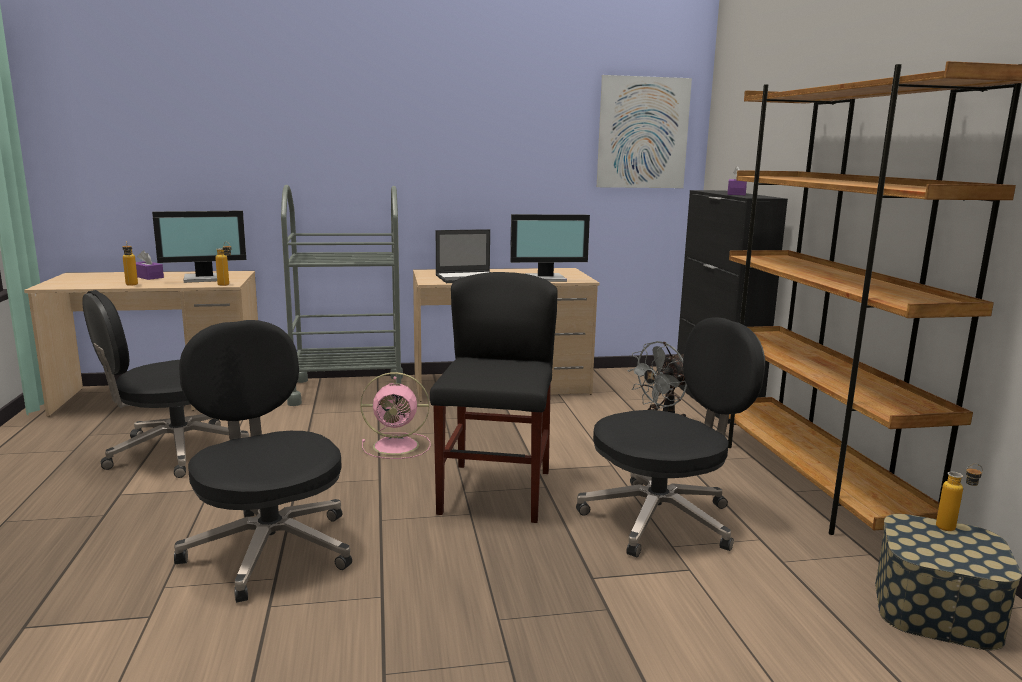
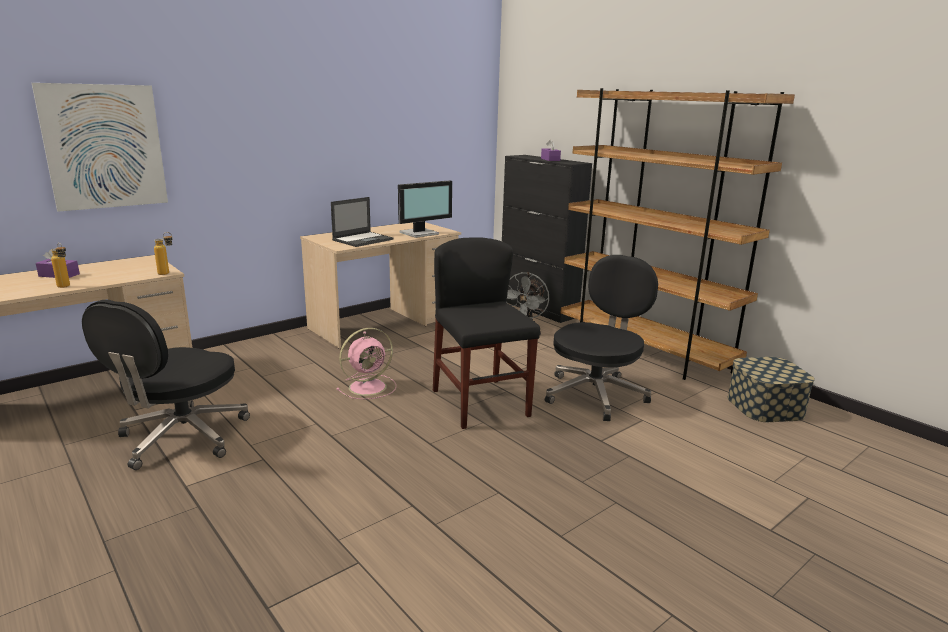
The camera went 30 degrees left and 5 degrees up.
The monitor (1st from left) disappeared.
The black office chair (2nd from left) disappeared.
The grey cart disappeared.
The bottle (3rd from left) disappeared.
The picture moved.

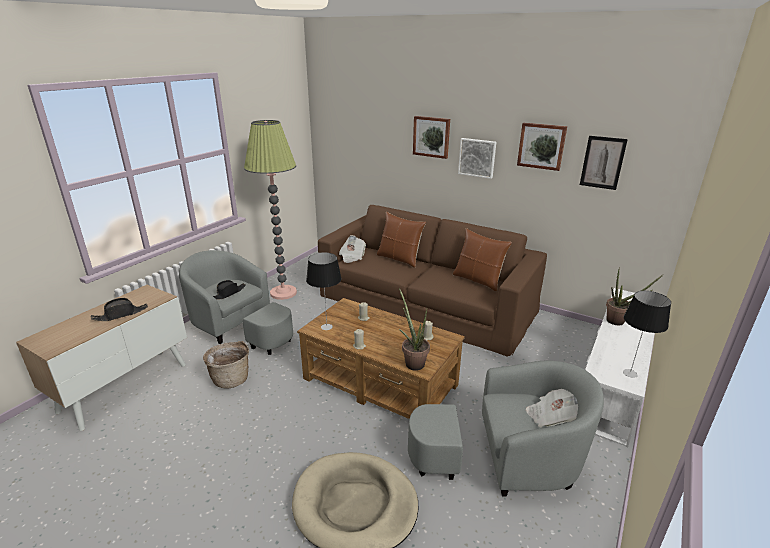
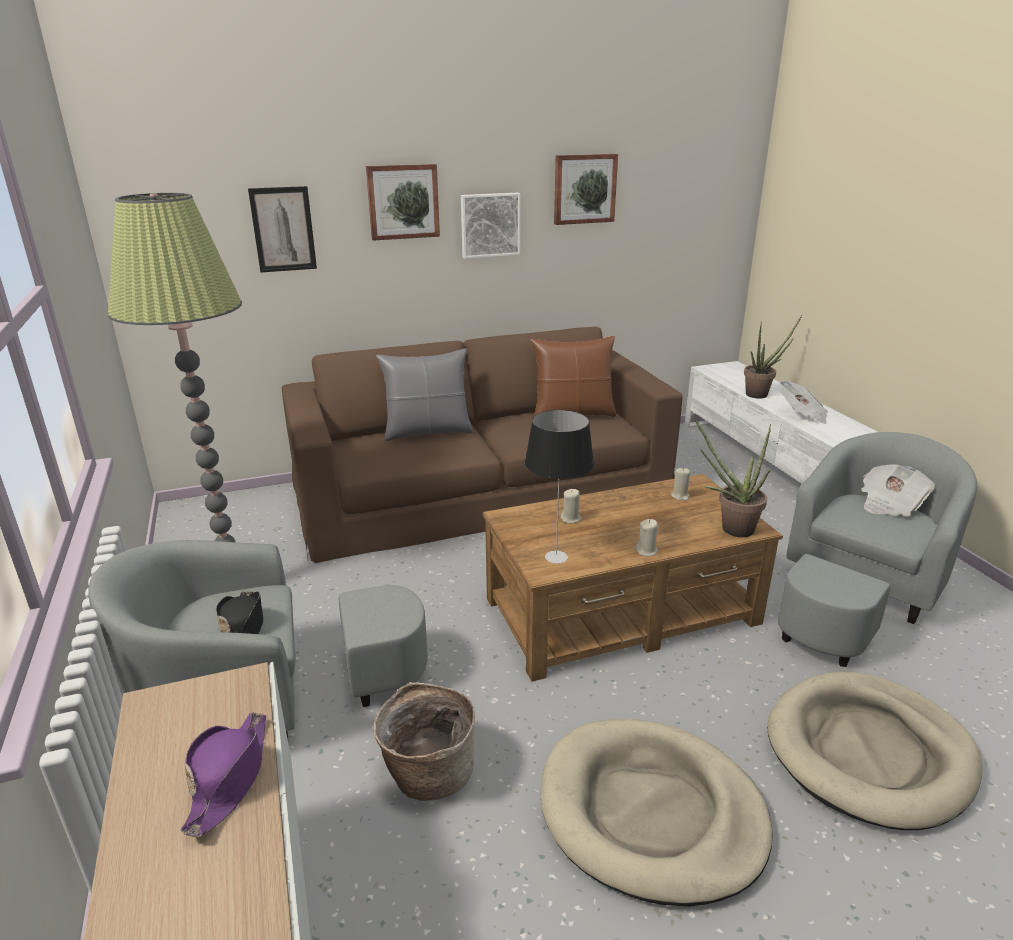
The camera went 50 degrees left and 0 degrees up.
The table lamp (2nd from left) disappeared.
The beige dog bed (1st from left) appeared.
The newspaper (1st from left) moved.
The picture (4th from left in the first image) moved.
The black hat (1st from left) became the purple hat.
The brown pillow (1st from left) became the grey pillow.

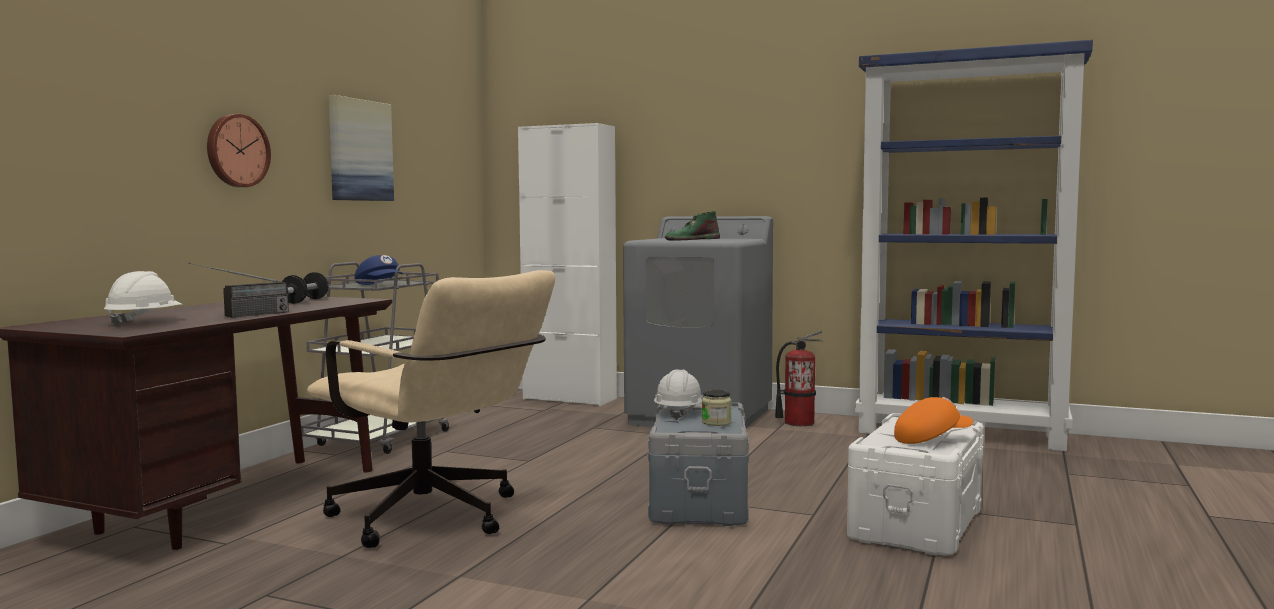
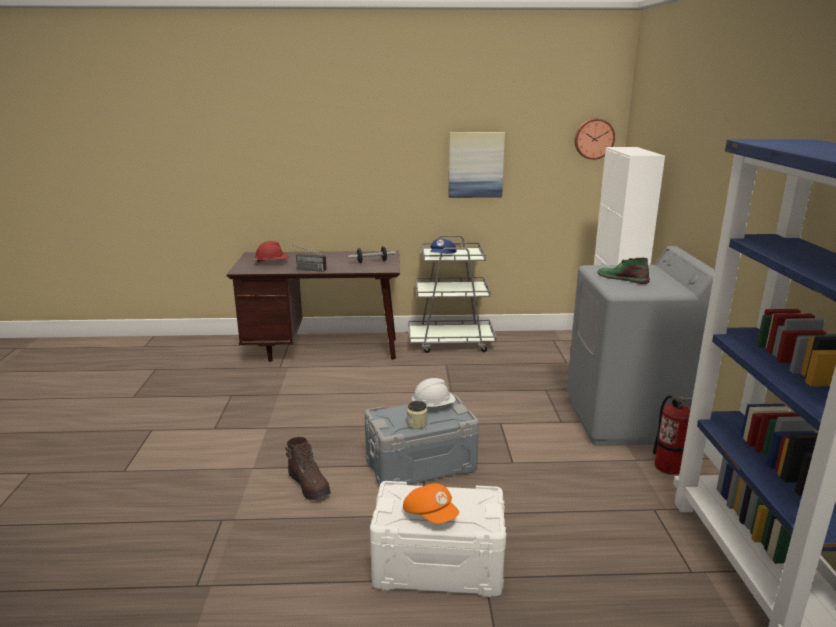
The camera went 65 degrees right and 15 degrees up.
The beige office chair disappeared.
The brown boot appeared.
The wall clock moved.
The white hard hat (1st from left) became the red hard hat.

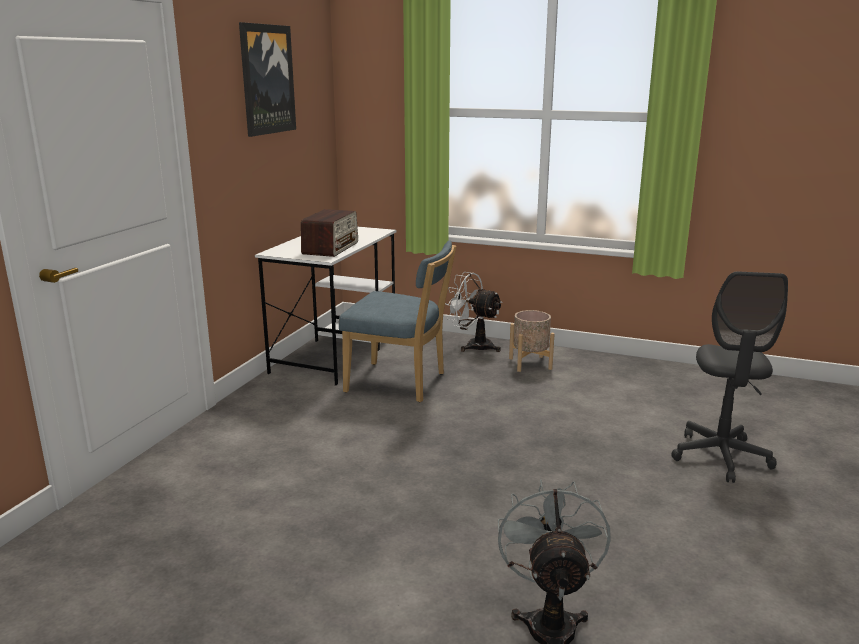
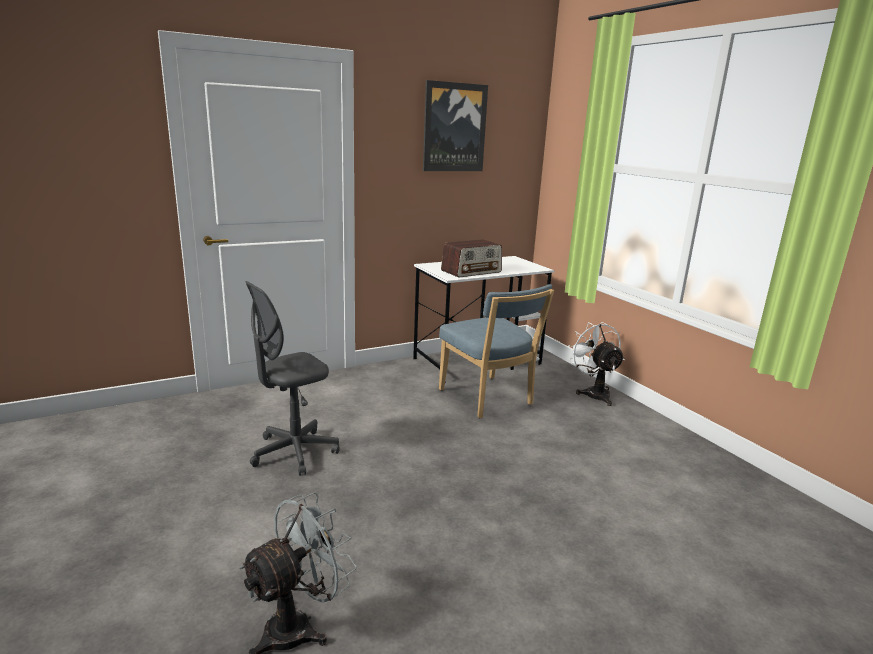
The camera went 40 degrees right and 0 degrees up.
The beige planter disappeared.
The grey office chair moved.

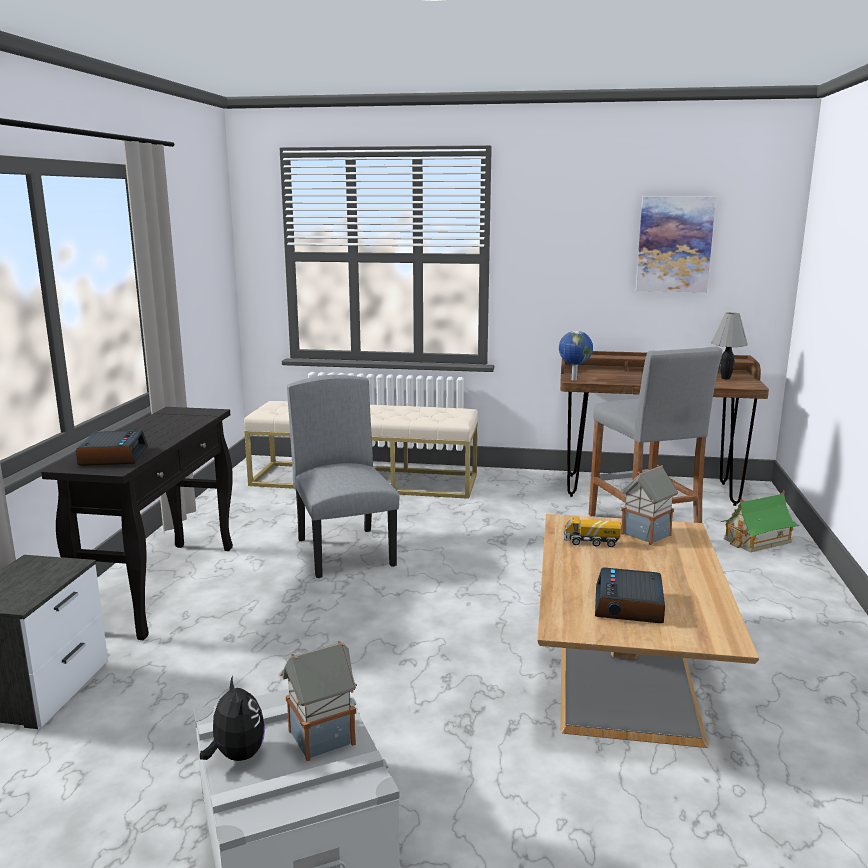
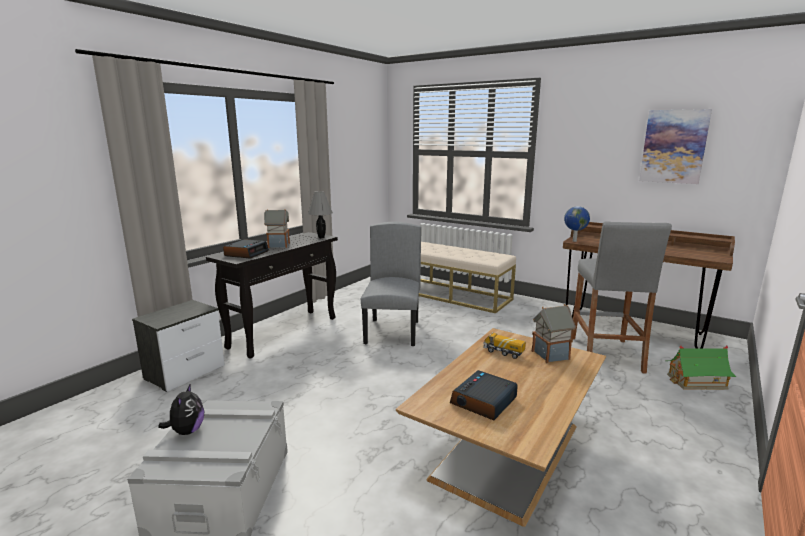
The camera went 25 degrees right and 0 degrees up.
The toy house (1st from left) moved.
The grey table lamp moved.

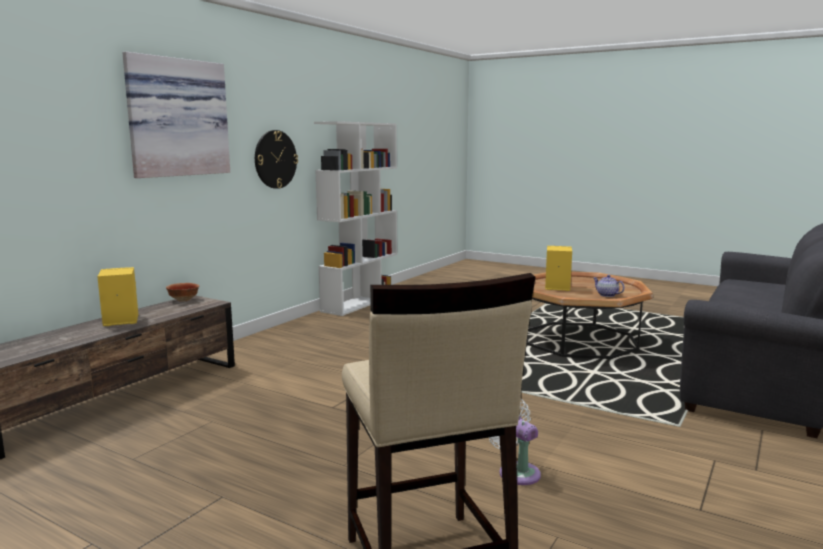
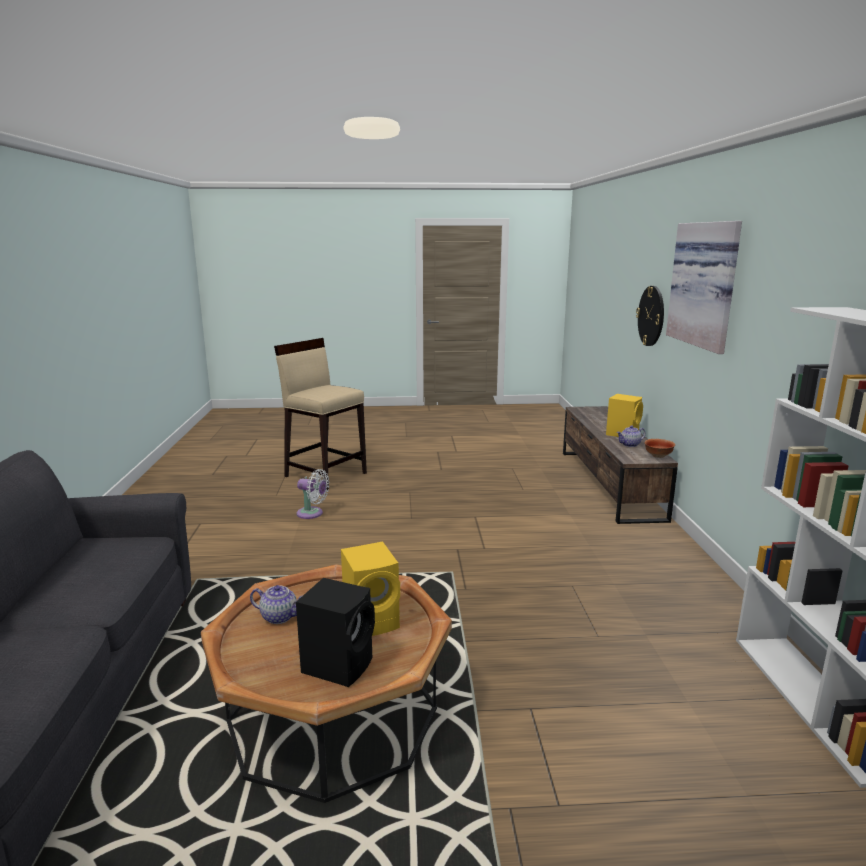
The camera went 145 degrees right and 5 degrees up.
The black speaker appeared.
The teapot (2nd from left) appeared.
The wall clock moved.

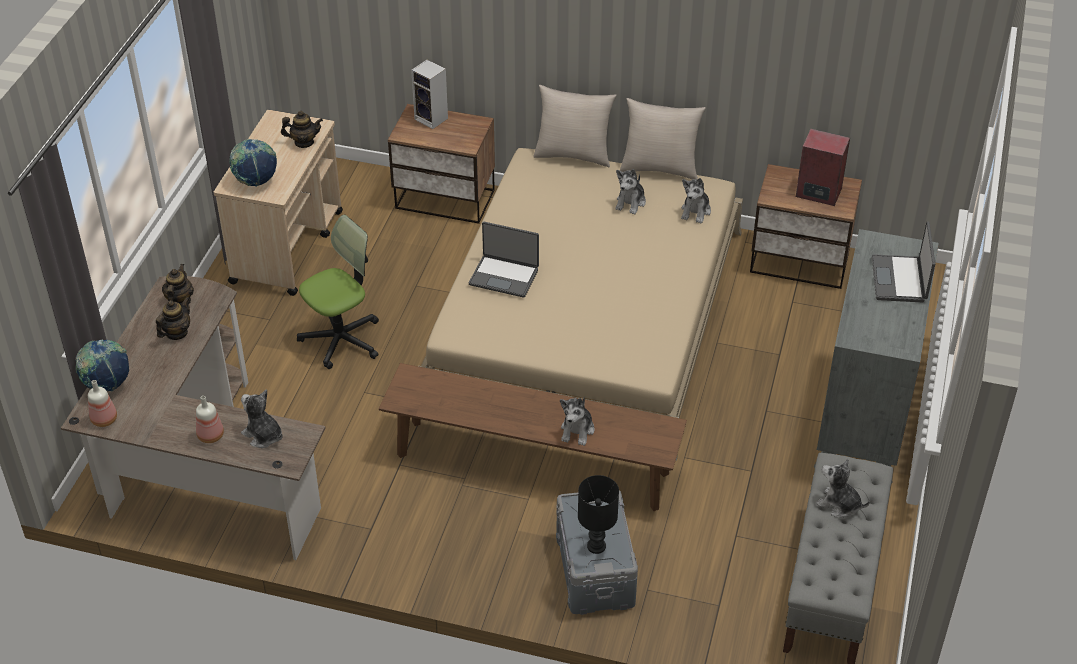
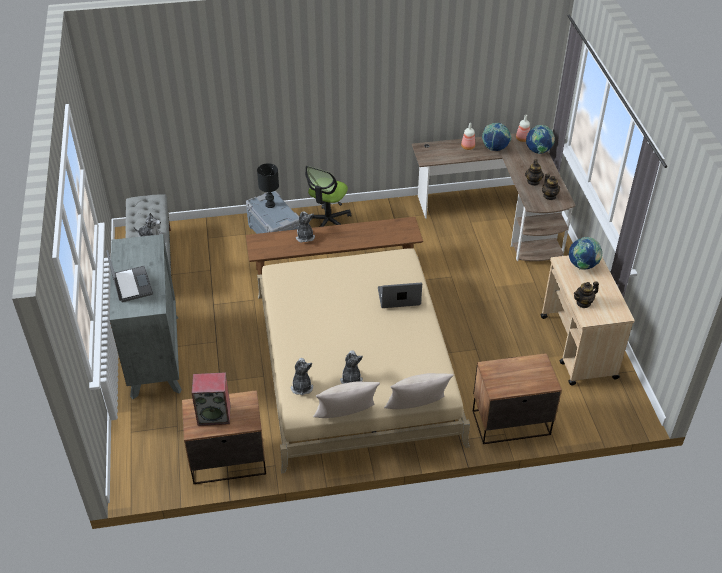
The camera went 155 degrees right and 0 degrees up.
The plush toy (1st from left) disappeared.
The speaker (1st from left) disappeared.
The globe (1st from left) appeared.
The office chair moved.

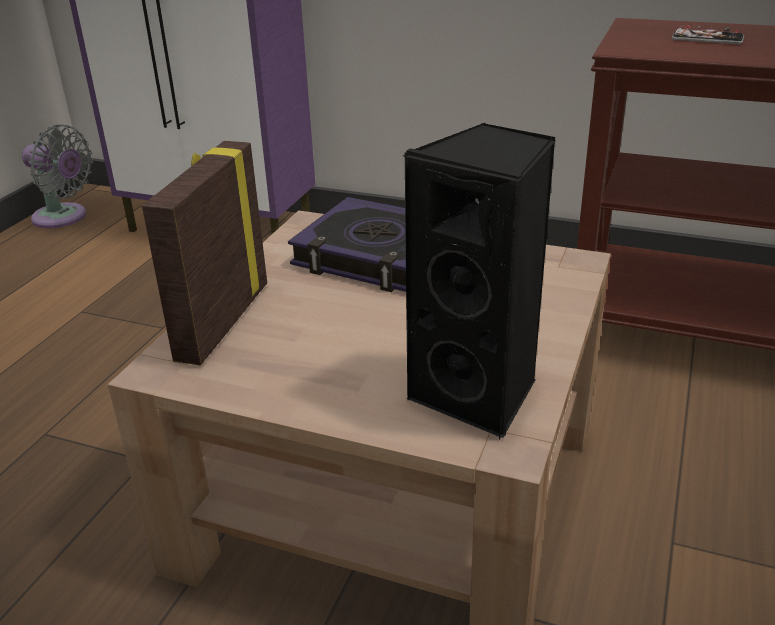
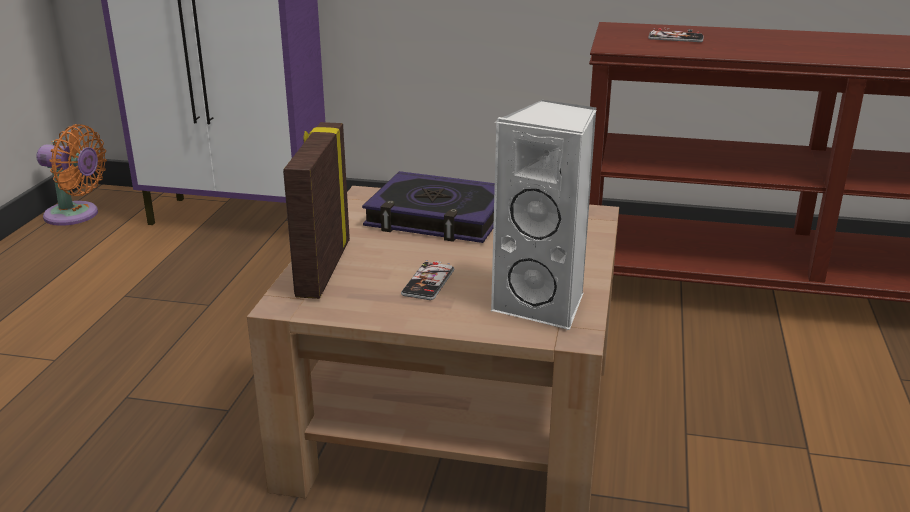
The camera went 10 degrees left and 5 degrees down.
The phone (1st from left) appeared.
The grey fan became the orange fan.
The black speaker became the white speaker.

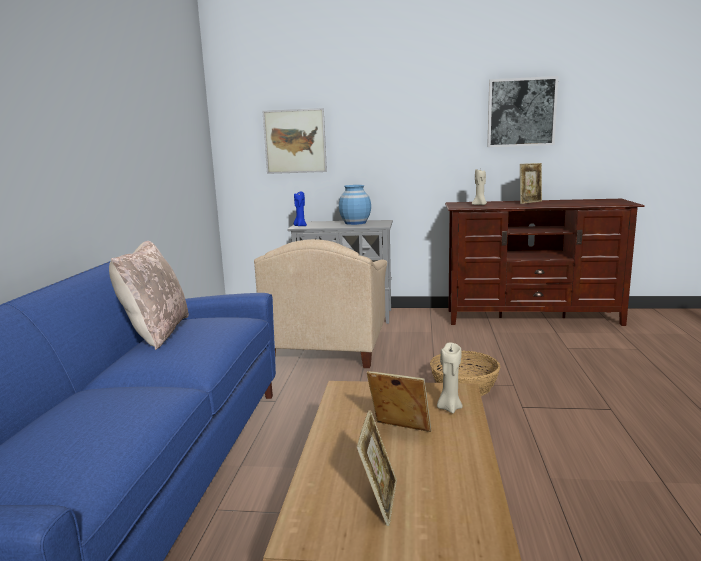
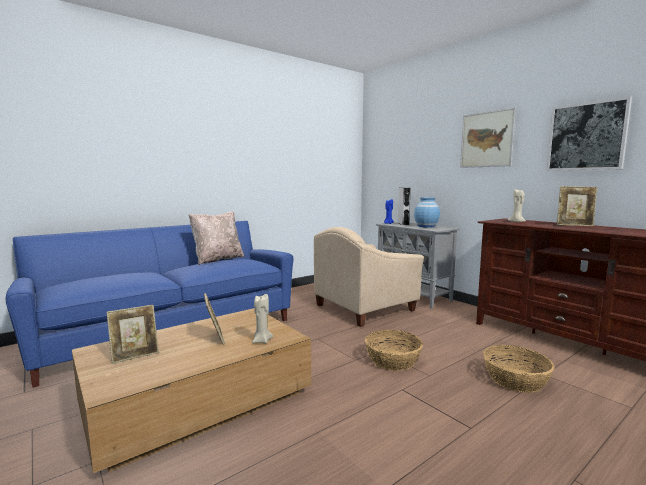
The camera went 45 degrees right and 5 degrees down.
The grey speaker appeared.
The basket (2nd from left) appeared.
The picture (1st from left) moved.

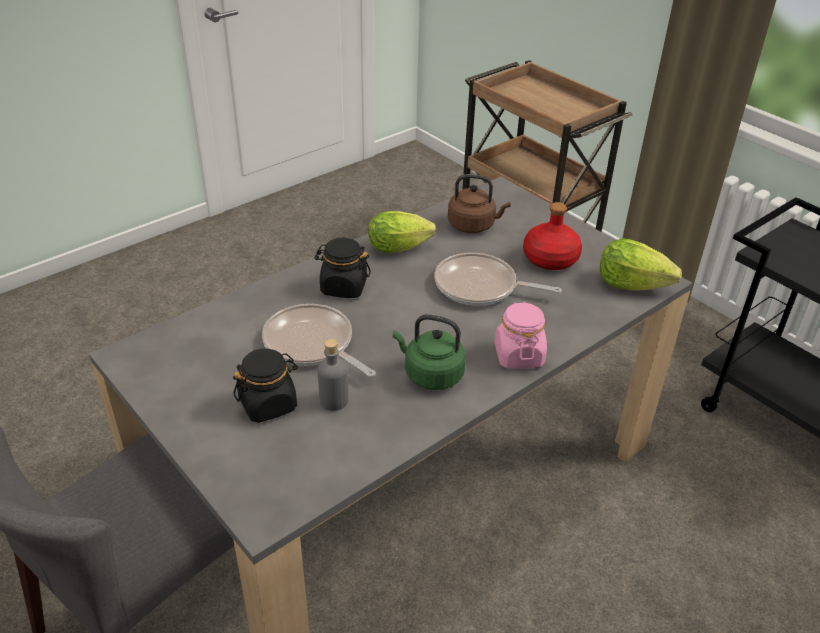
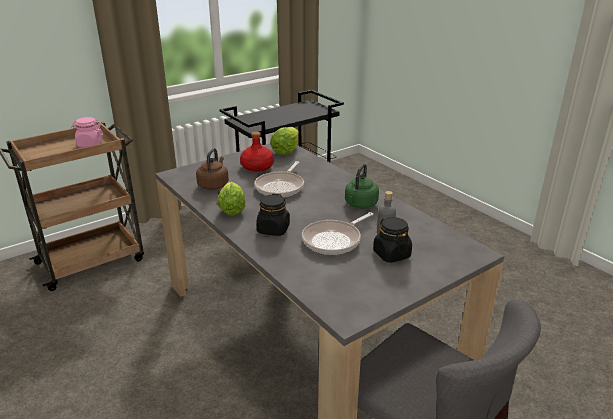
The camera went 85 degrees left and 10 degrees down.
The pink jar moved.

